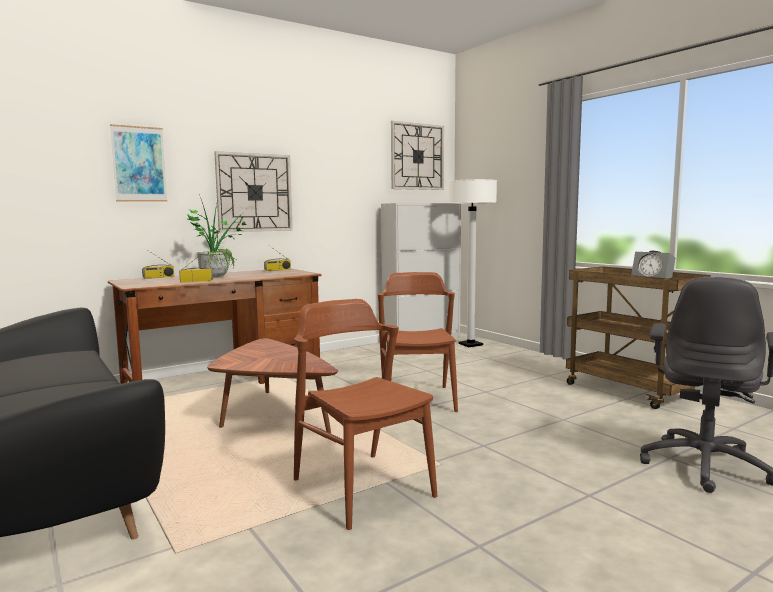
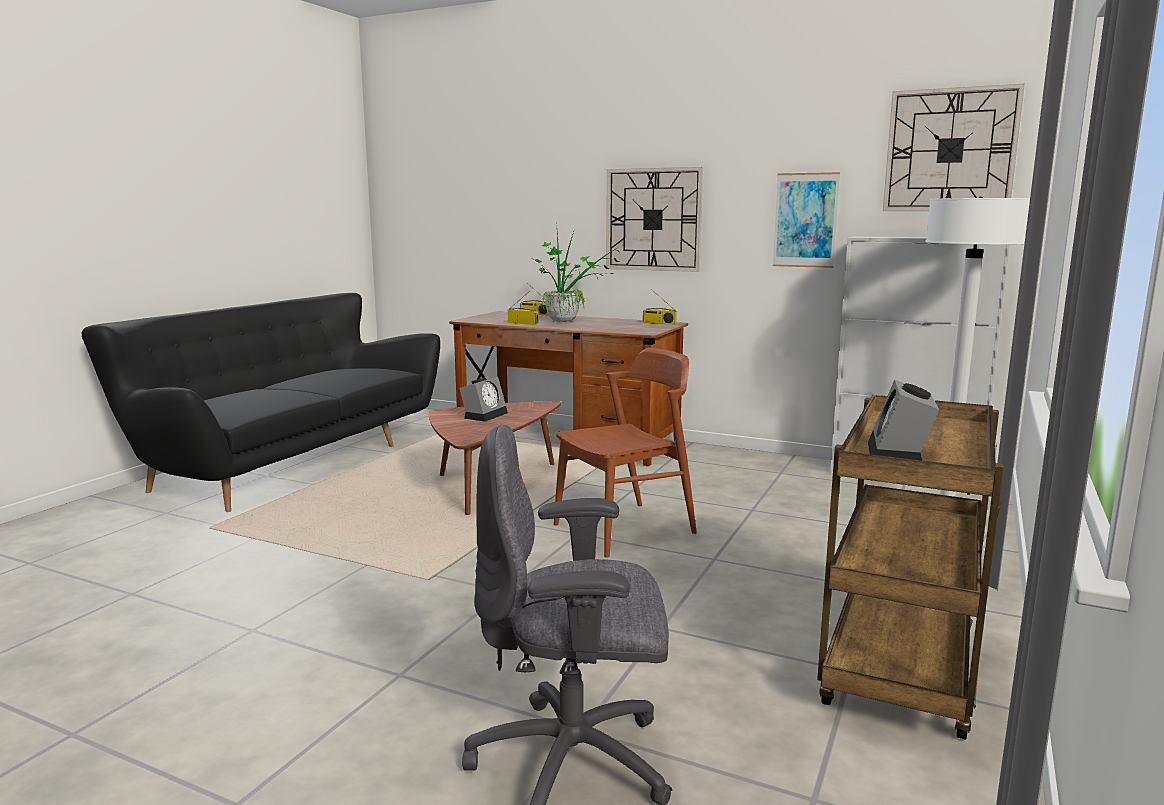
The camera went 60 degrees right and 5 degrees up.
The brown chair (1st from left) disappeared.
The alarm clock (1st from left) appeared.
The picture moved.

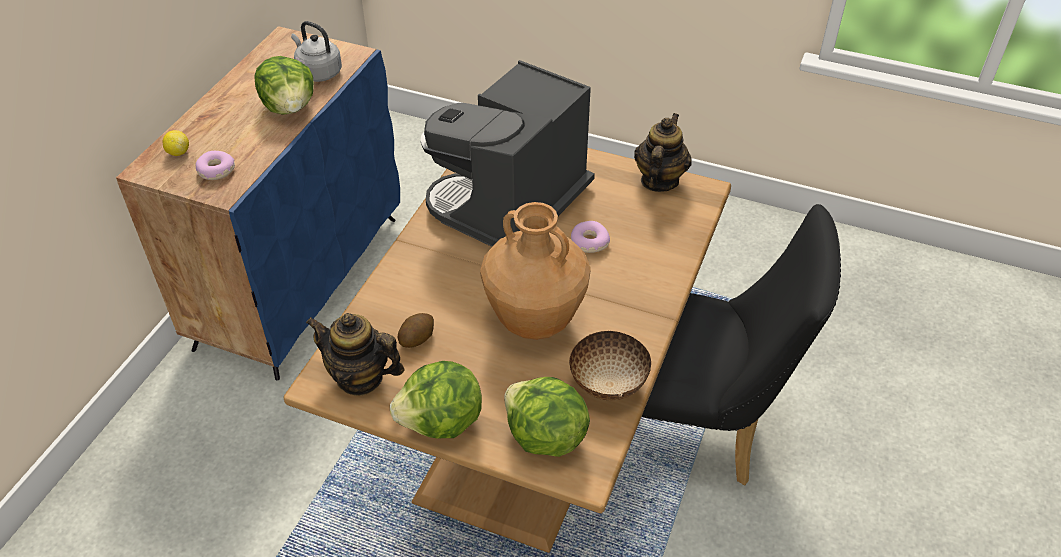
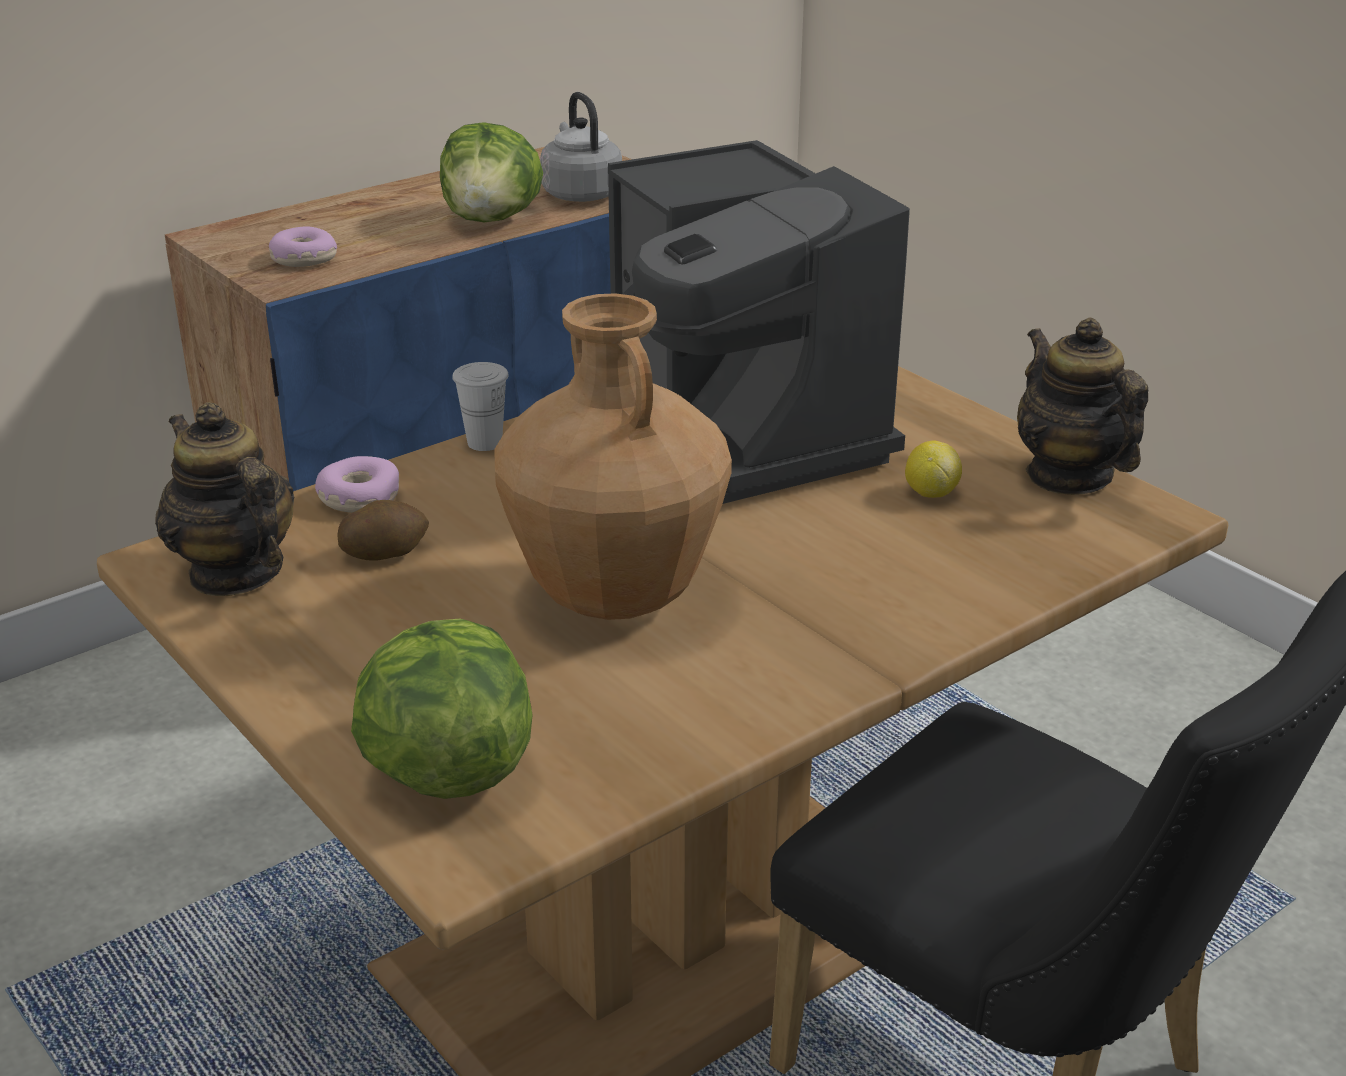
The camera went 30 degrees right and 15 degrees down.
The lettuce (2nd from left) disappeared.
The bowl disappeared.
The white cup appeared.
The lemon moved.
The donut (2nd from left) moved.
The coffee machine turned 90 degrees counterclockwise.
The teapot (2nd from left) turned 75 degrees counterclockwise.

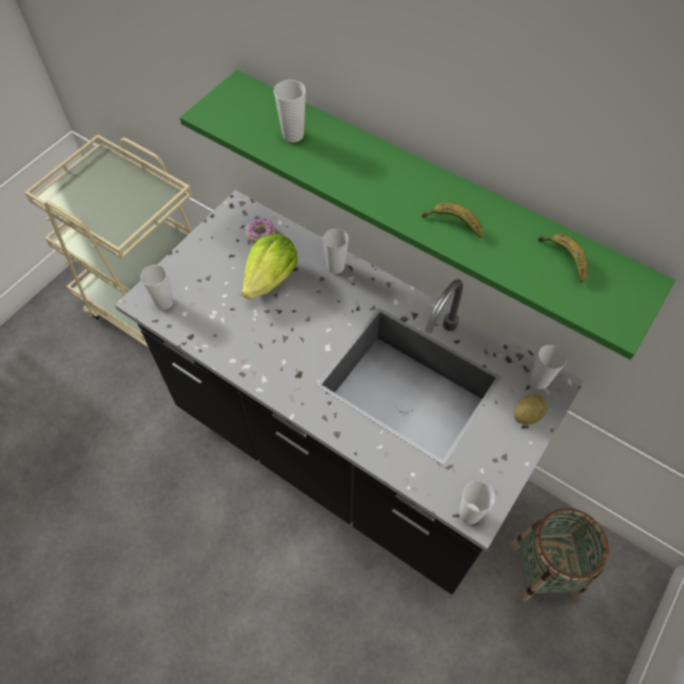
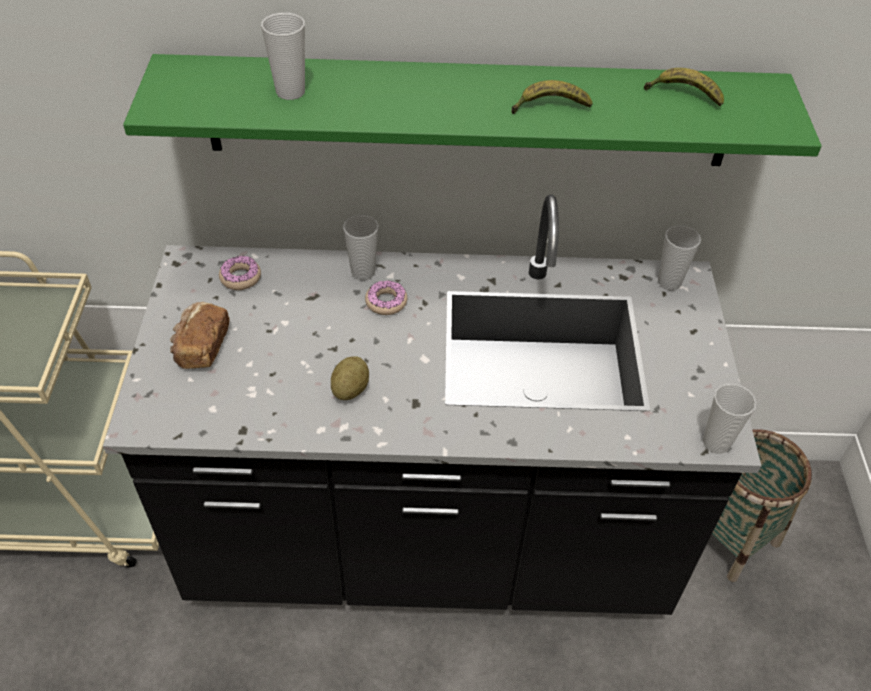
The camera went 35 degrees left and 10 degrees down.
The cup (1st from left) disappeared.
The lettuce disappeared.
The bread appeared.
The donut (2nd from left) appeared.
The potato moved.

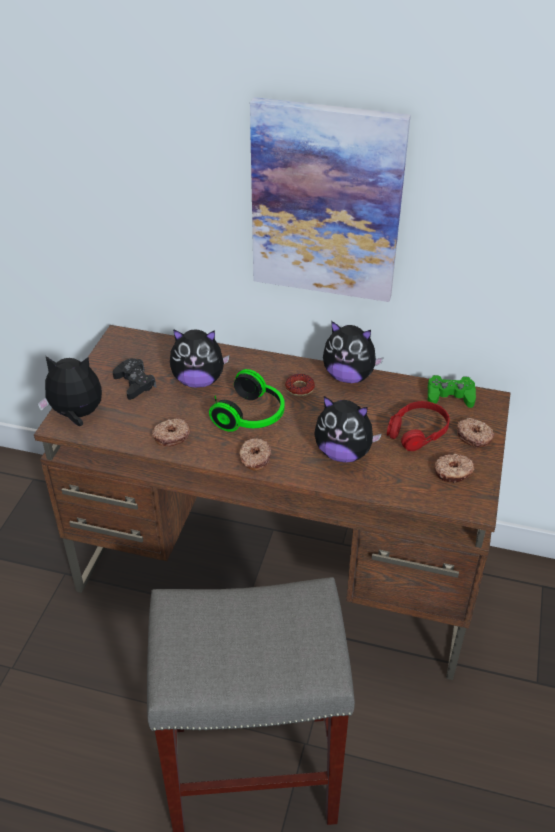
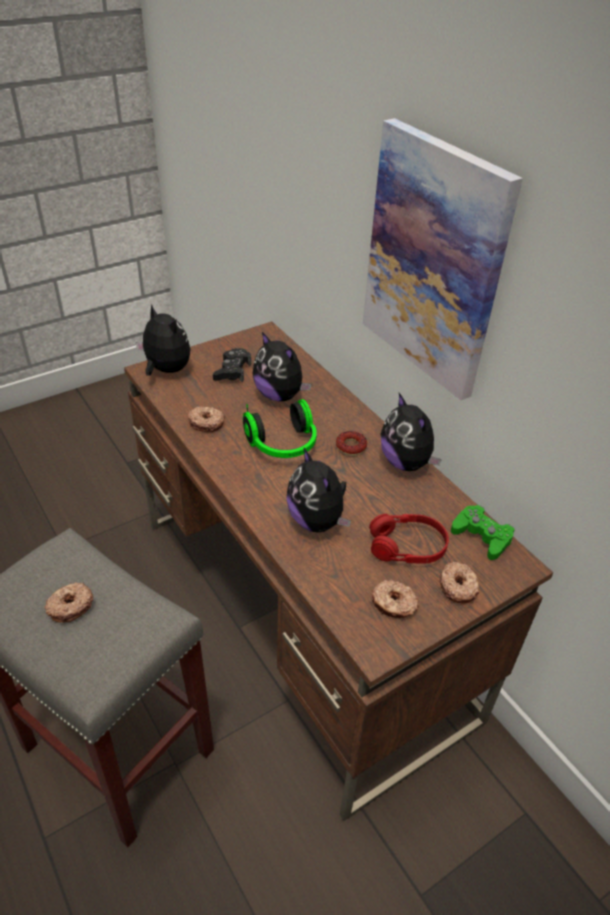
The camera went 40 degrees right and 0 degrees up.
The donut (2nd from left in the first image) moved.

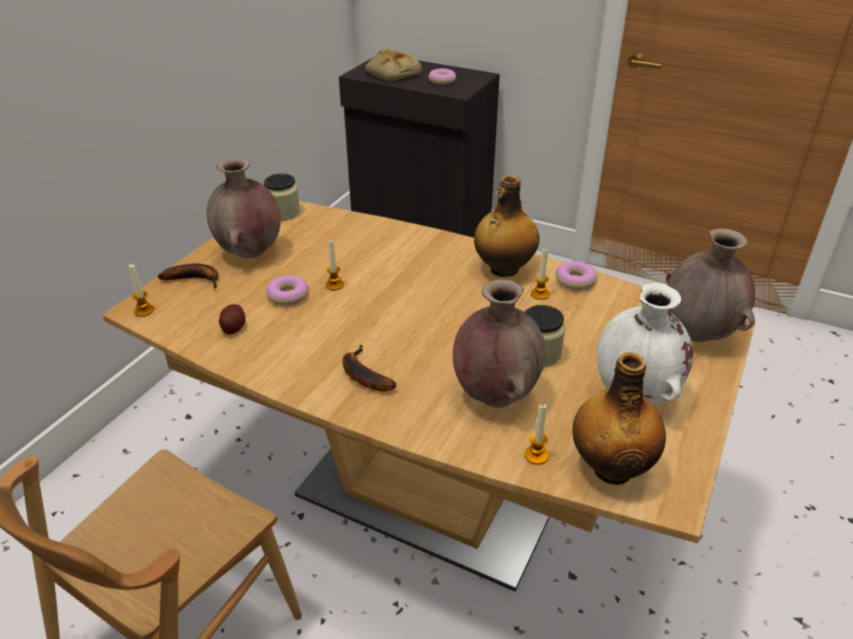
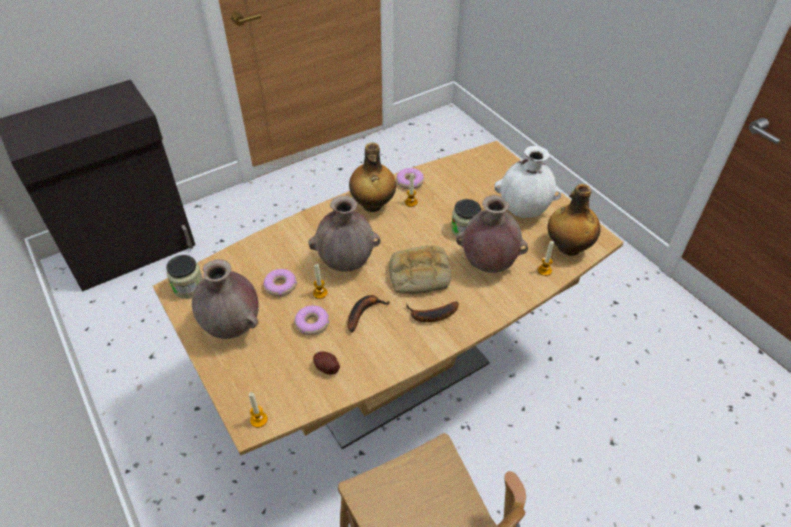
The camera went 60 degrees left and 10 degrees up.
The banana (1st from left) moved.
The bread moved.
The donut (2nd from left in the first image) moved.
The brown vase (3rd from left in the first image) moved.

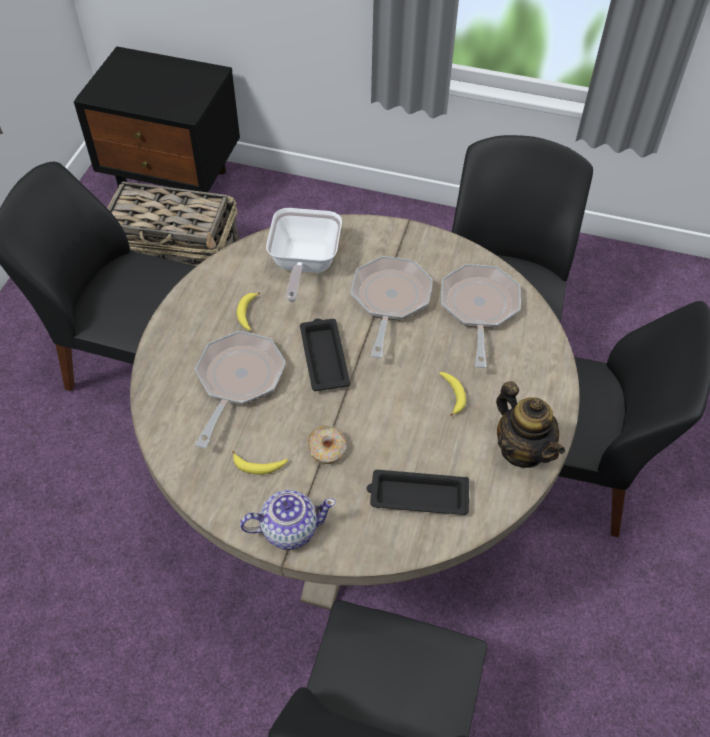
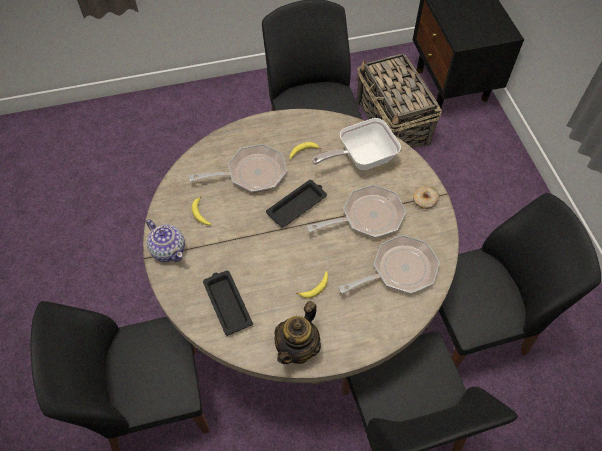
The camera went 60 degrees right and 5 degrees up.
The donut moved.

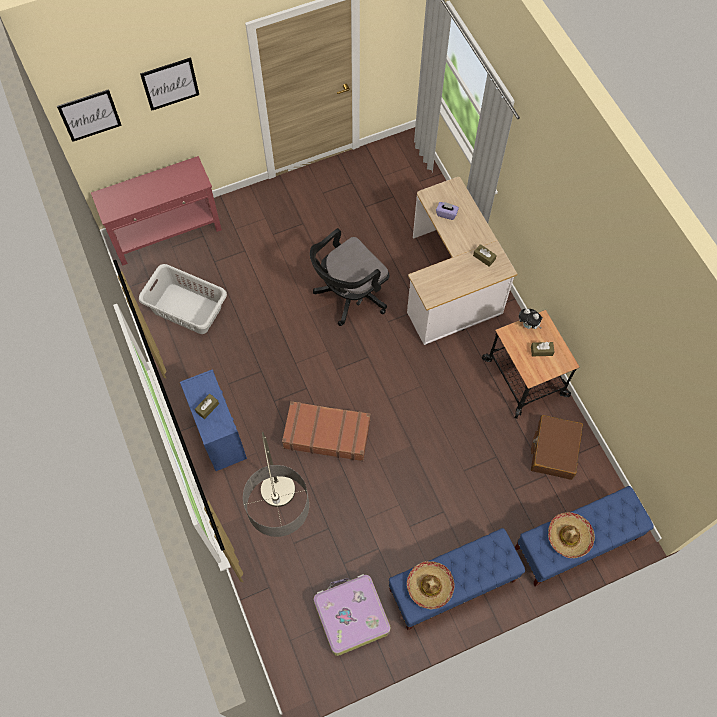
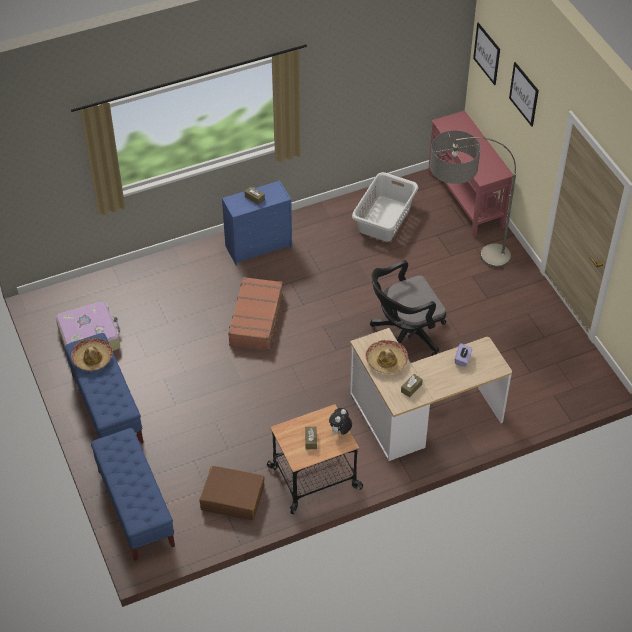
The camera went 90 degrees right and 15 degrees down.
The floor lamp moved.
The hat (2nd from left) moved.
The black office chair turned 75 degrees counterclockwise.

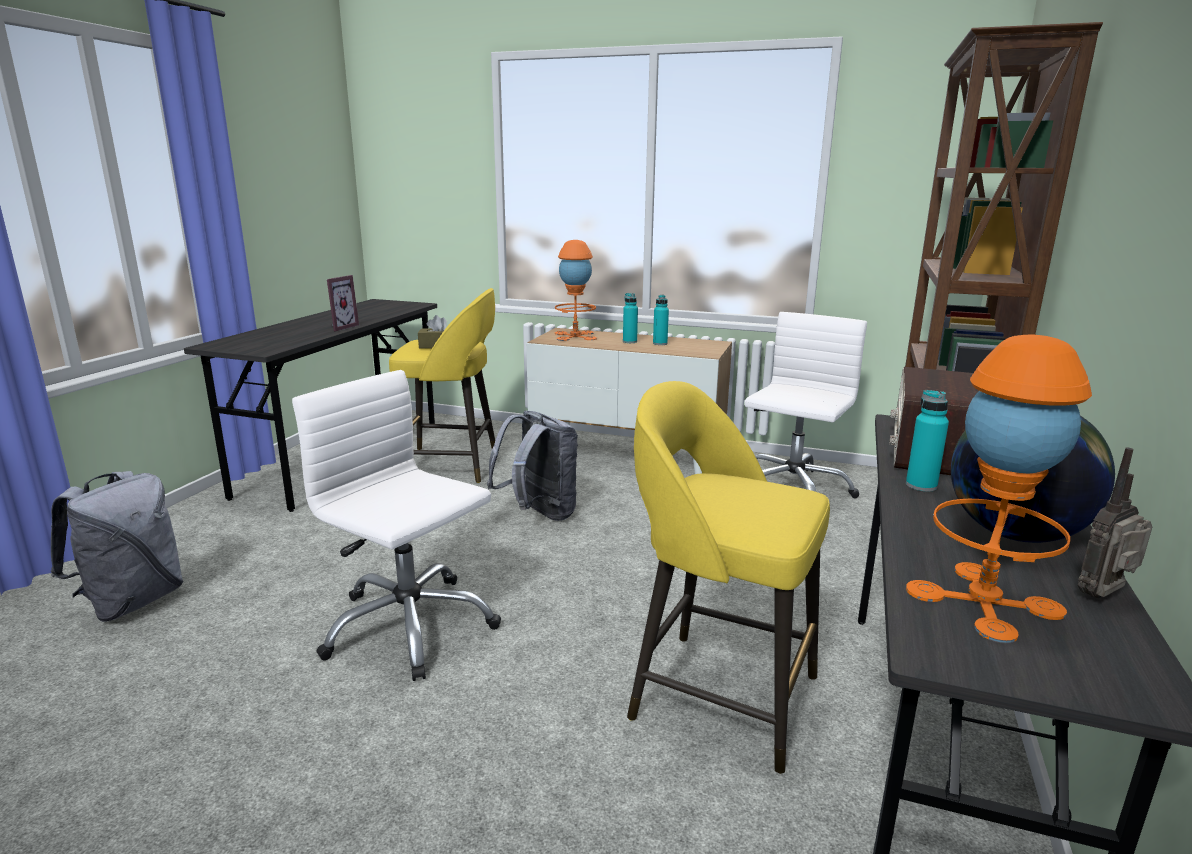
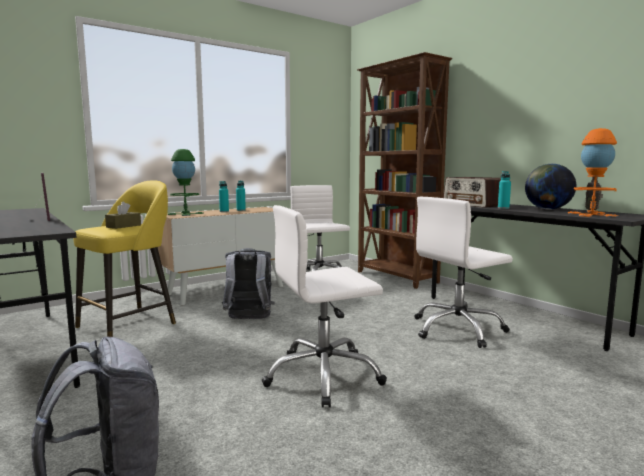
The camera went 55 degrees left and 10 degrees down.
The yellow stool (2nd from left) was replaced by the white office chair (3rd from left).
The orange table lamp (1st from left) became the green table lamp.

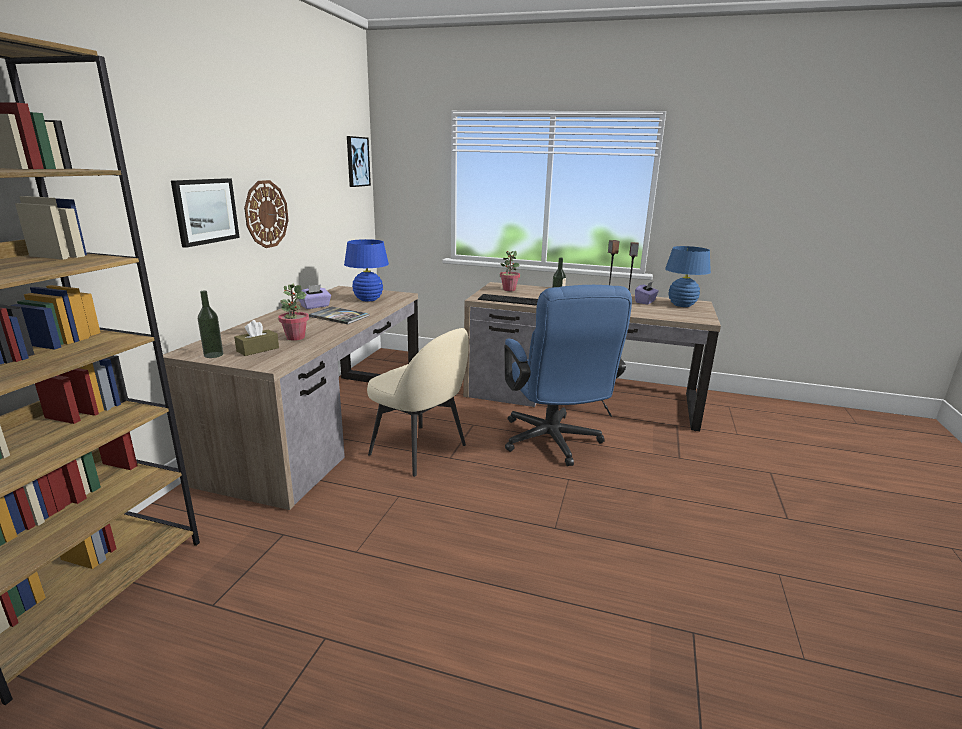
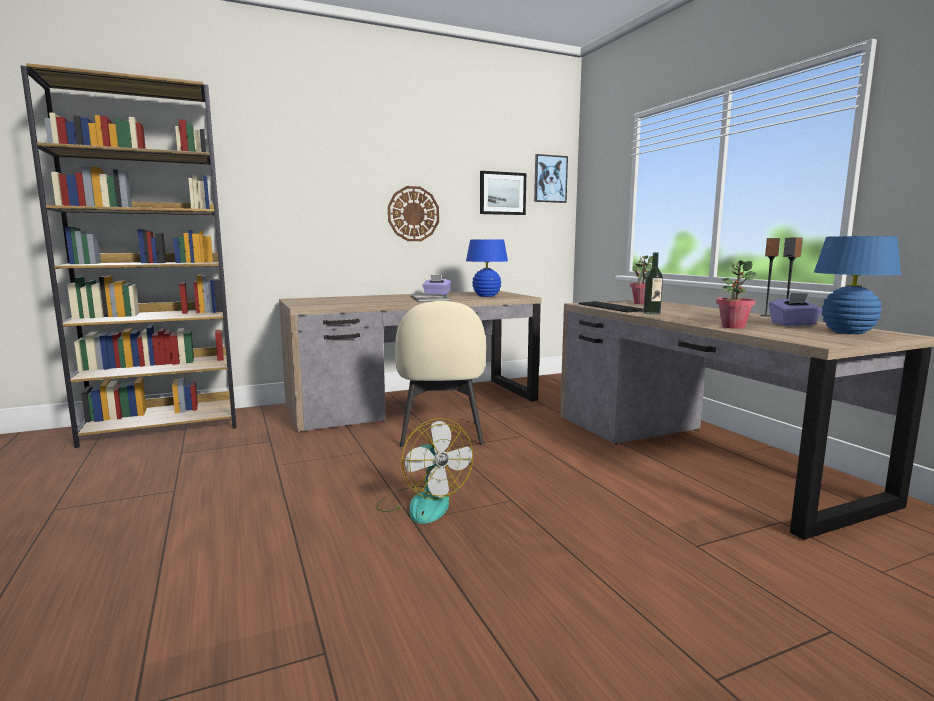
The camera went 50 degrees right and 10 degrees down.
The bottle (1st from left) disappeared.
The brown tissue box disappeared.
The blue office chair disappeared.
The fan appeared.
The picture (1st from left) moved.
The potted plant (1st from left in the first image) moved.

